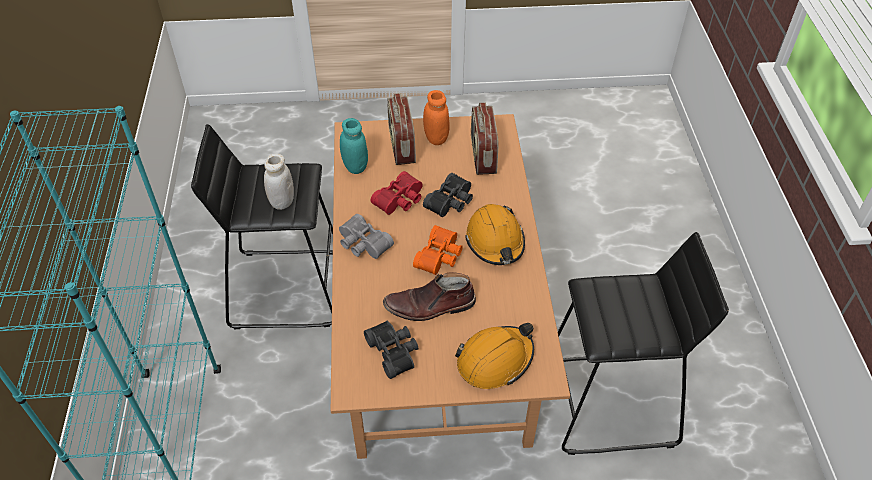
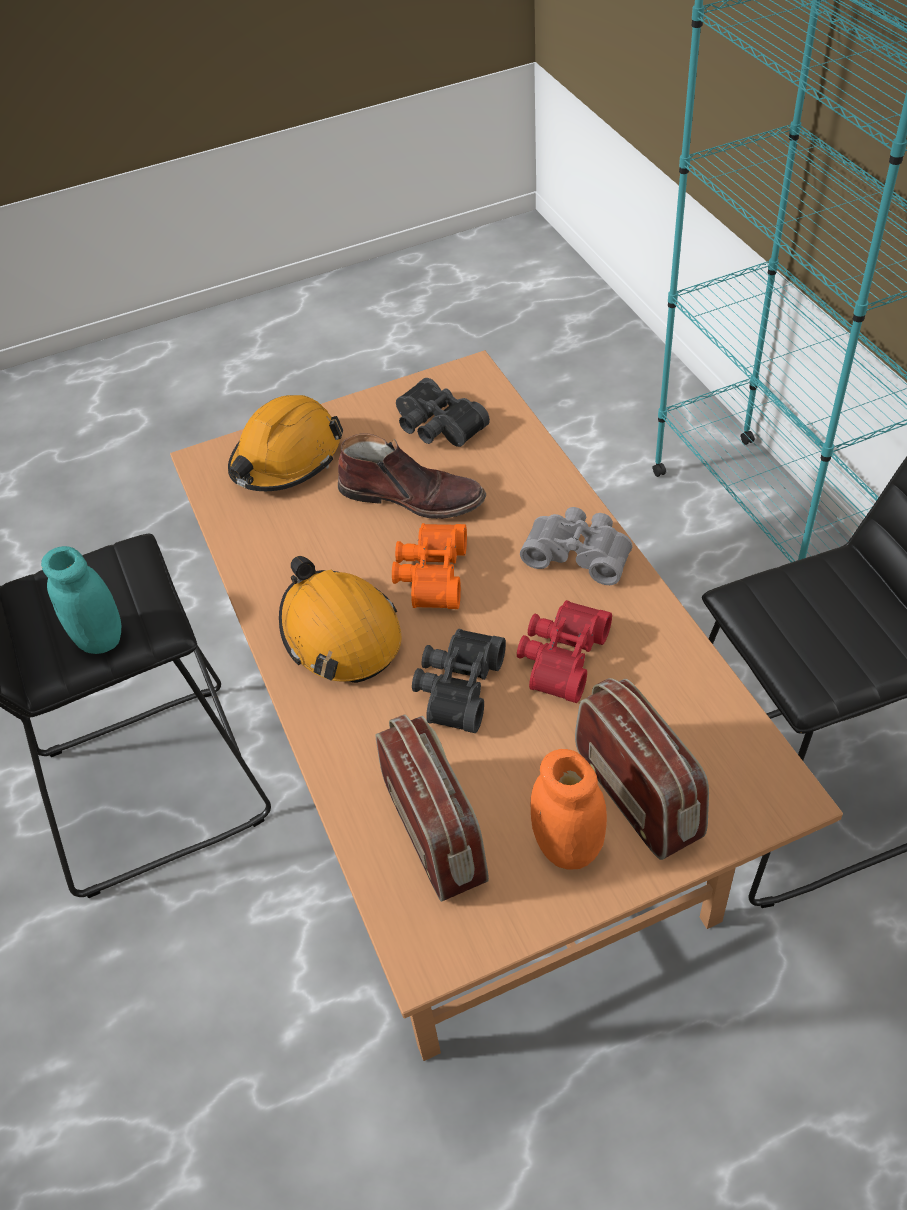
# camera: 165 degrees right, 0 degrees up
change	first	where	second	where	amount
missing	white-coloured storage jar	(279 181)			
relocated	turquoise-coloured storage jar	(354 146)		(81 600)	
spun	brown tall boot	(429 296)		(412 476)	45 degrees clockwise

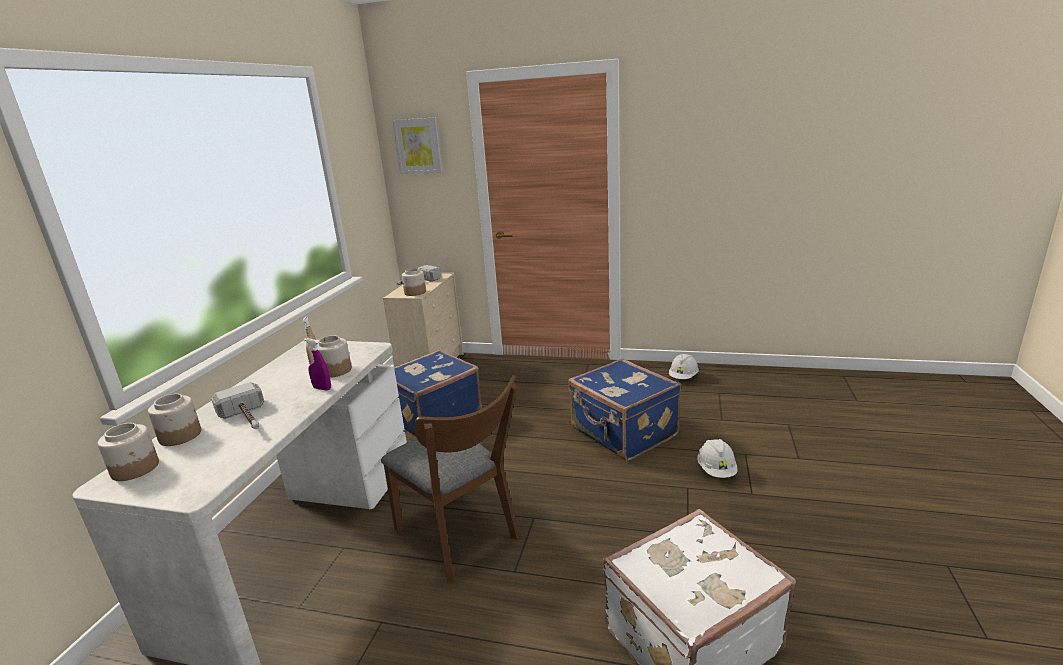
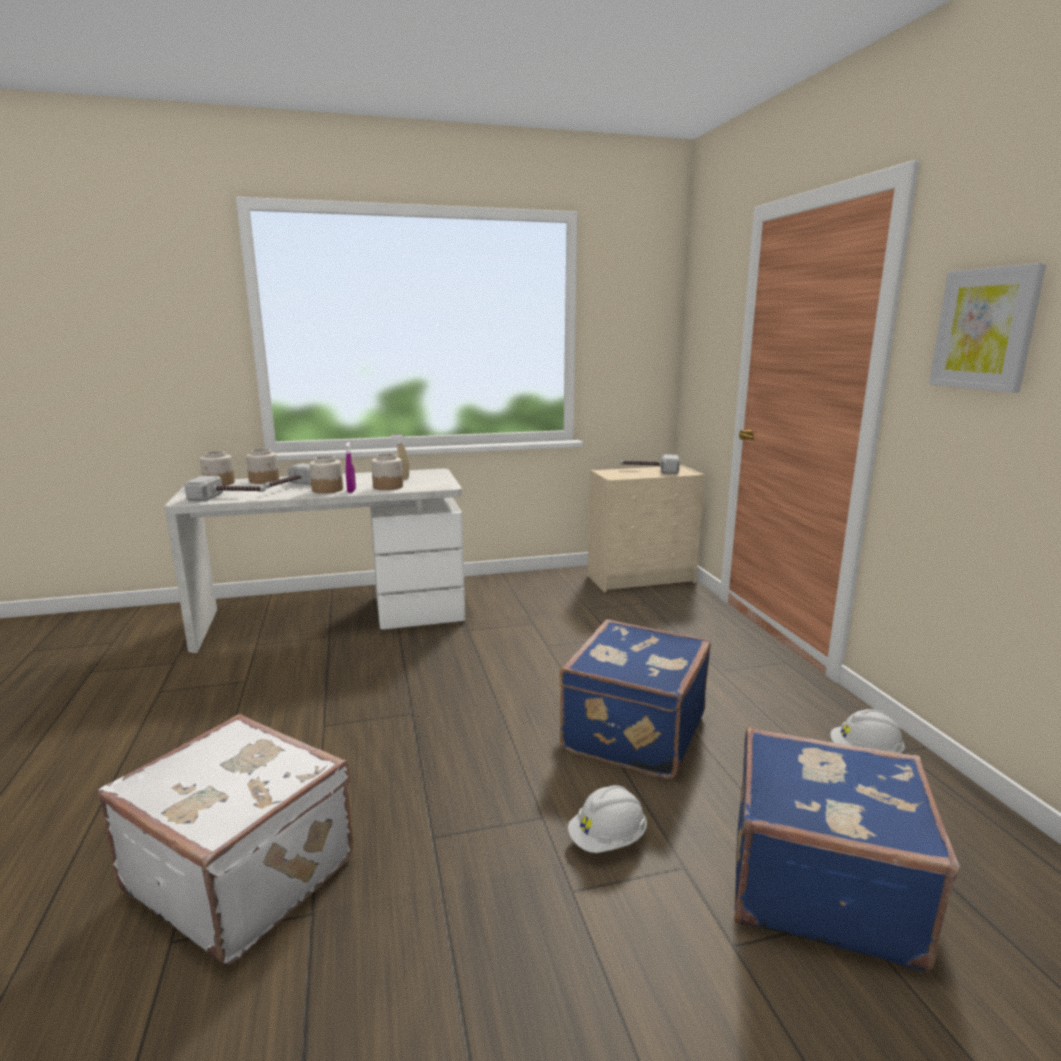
# camera: 60 degrees right, 5 degrees down
change	first	where	second	where	amount
missing	brown chair	(450 479)			
appeared			hand hammer	(225 488)	
relocated	wall art	(417 145)		(987 328)	
relocated	blue-coloured piece of luggage	(438 393)		(847 849)	
relocated	storage jar	(414 282)		(326 475)	

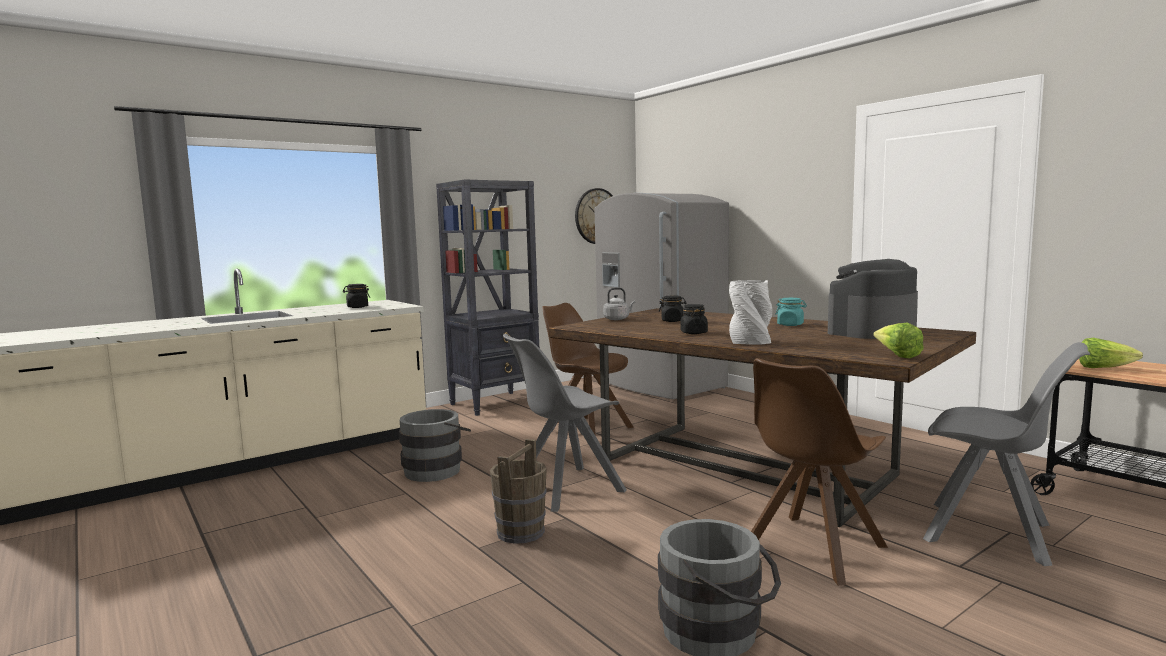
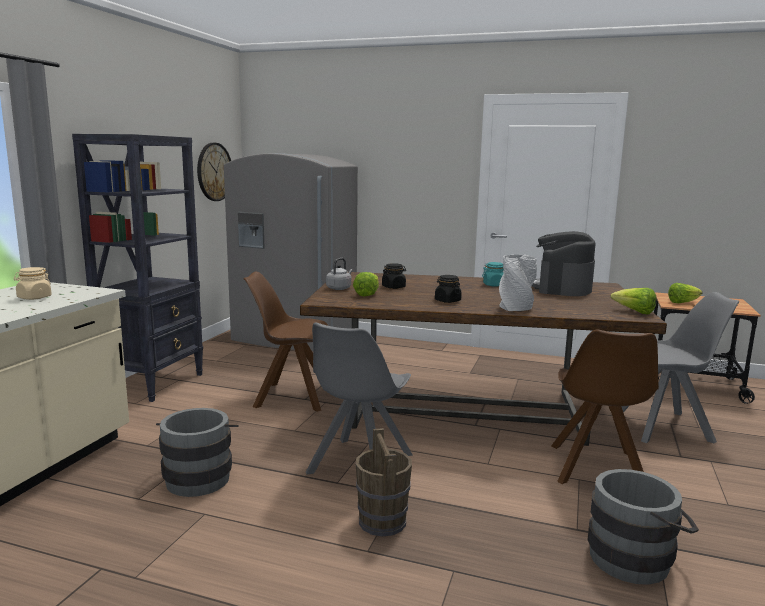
# camera: 35 degrees left, 5 degrees up
change	first	where	second	where	amount
appeared			head of lettuce	(366 284)	
colour	blackish storage jar	(356 296)	sand-coloured storage jar	(33 283)	

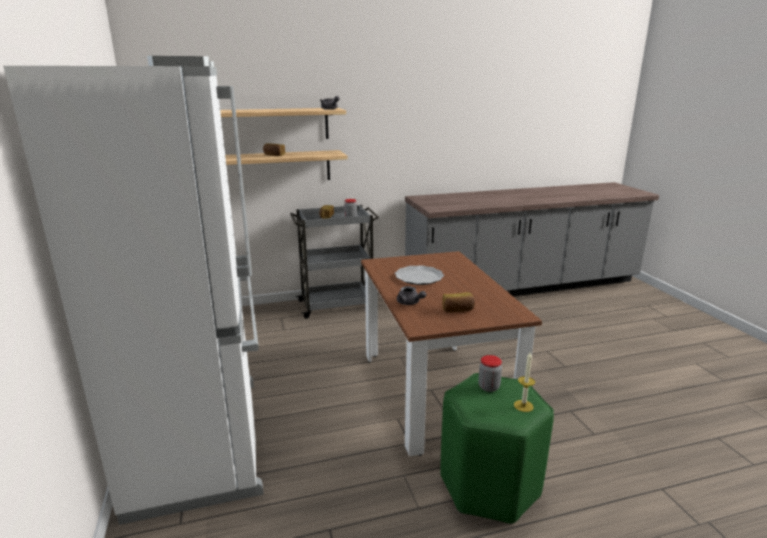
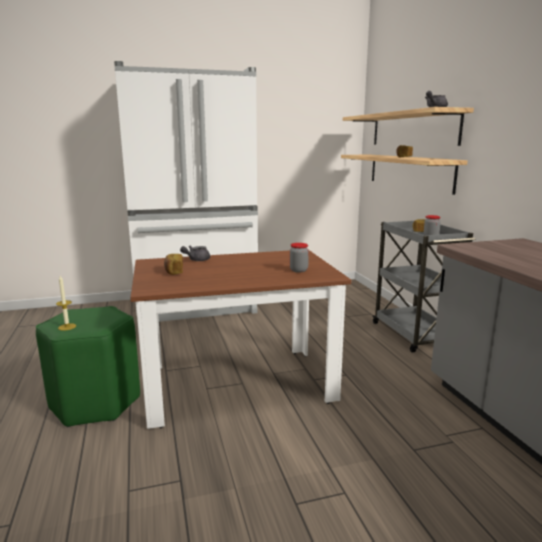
# camera: 90 degrees right, 5 degrees down
change	first	where	second	where	amount
missing	flat dish	(419 275)			
relocated	storage jar	(490 373)		(299 258)	

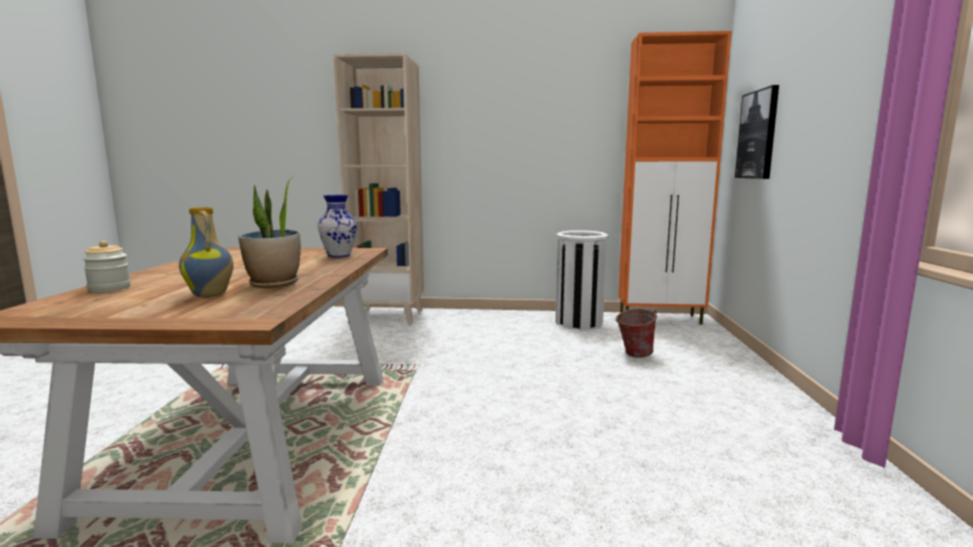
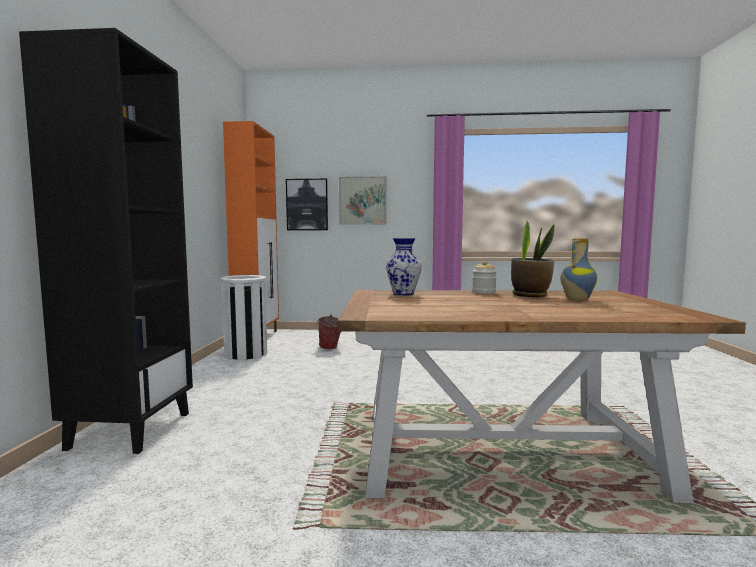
# camera: 90 degrees left, 5 degrees down
change	first	where	second	where	amount
appeared			wall art	(362 200)	
relocated	storage jar	(107 266)		(484 277)	
colour	sand-coloured bookcase	(379 188)	blackish bookcase	(106 241)	

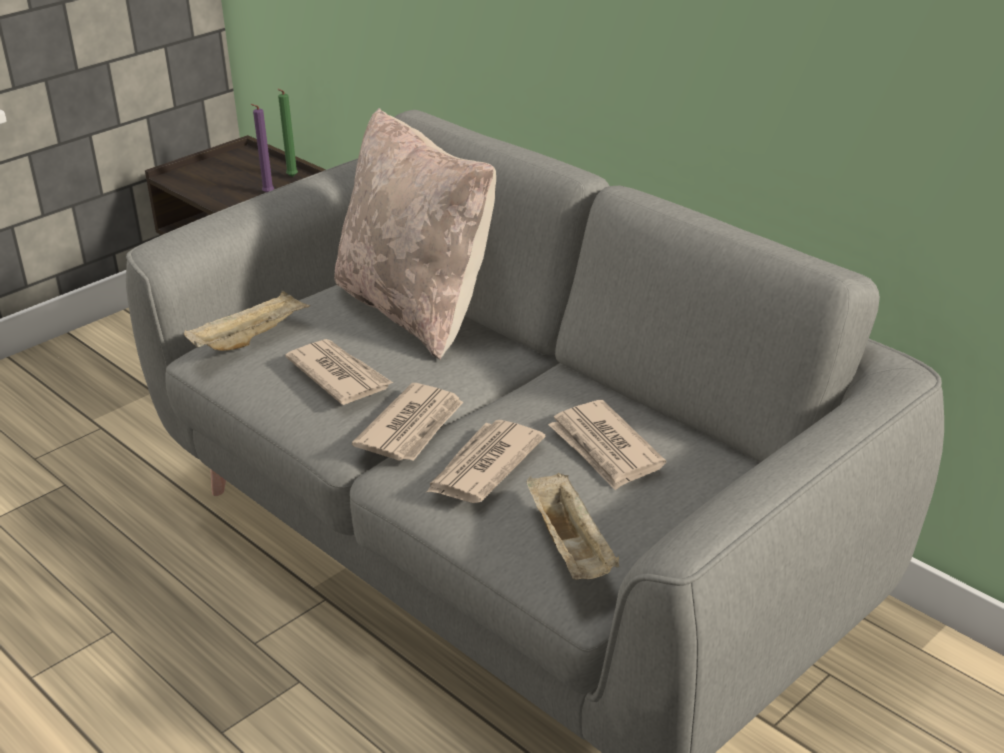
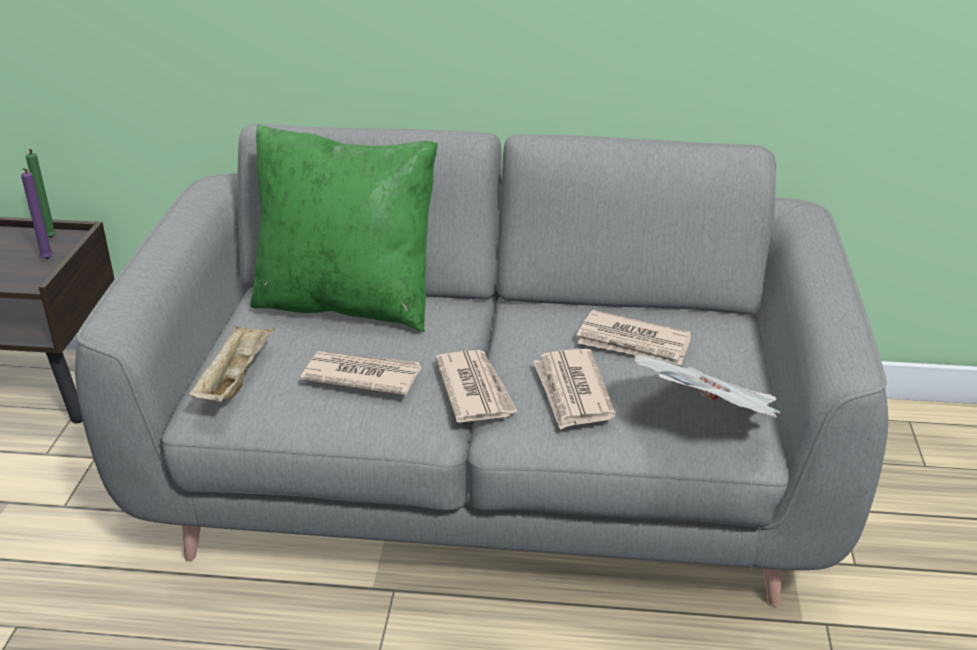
# camera: 40 degrees left, 0 degrees up
change	first	where	second	where	amount
exchanged	sand-coloured carrying tray	(572 526)	newspaper	(708 386)	
colour	sand-coloured pillow	(415 234)	green pillow	(344 228)	

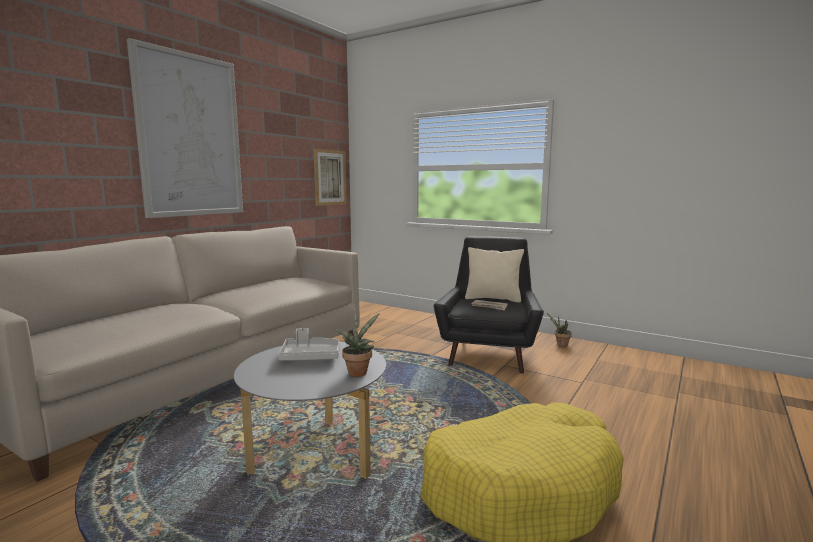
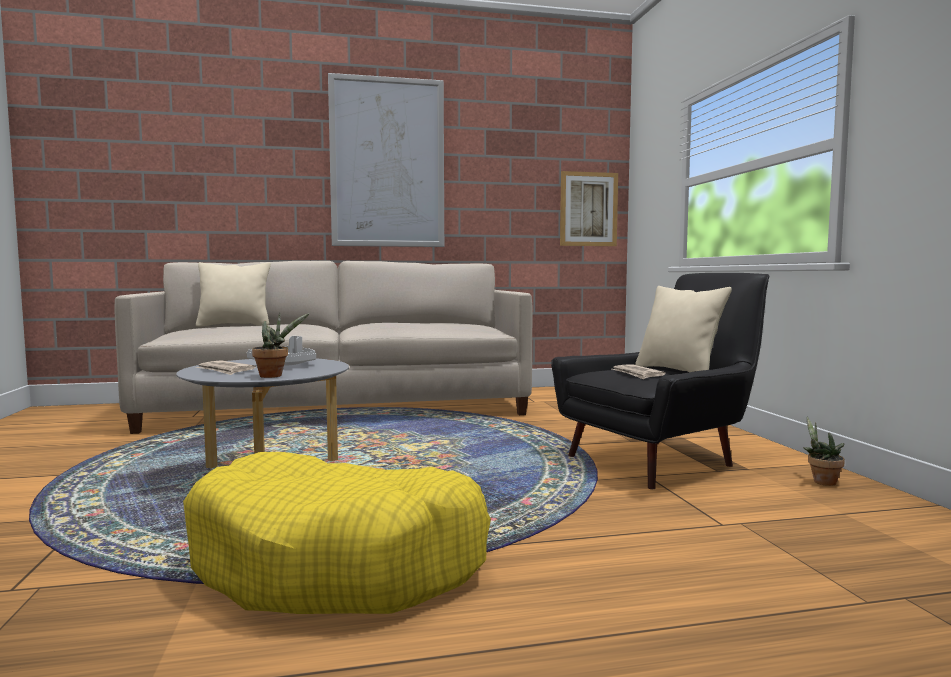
# camera: 45 degrees right, 5 degrees down
change	first	where	second	where	amount
appeared			sand-coloured pillow	(233 294)	
appeared			newspaper	(226 367)	

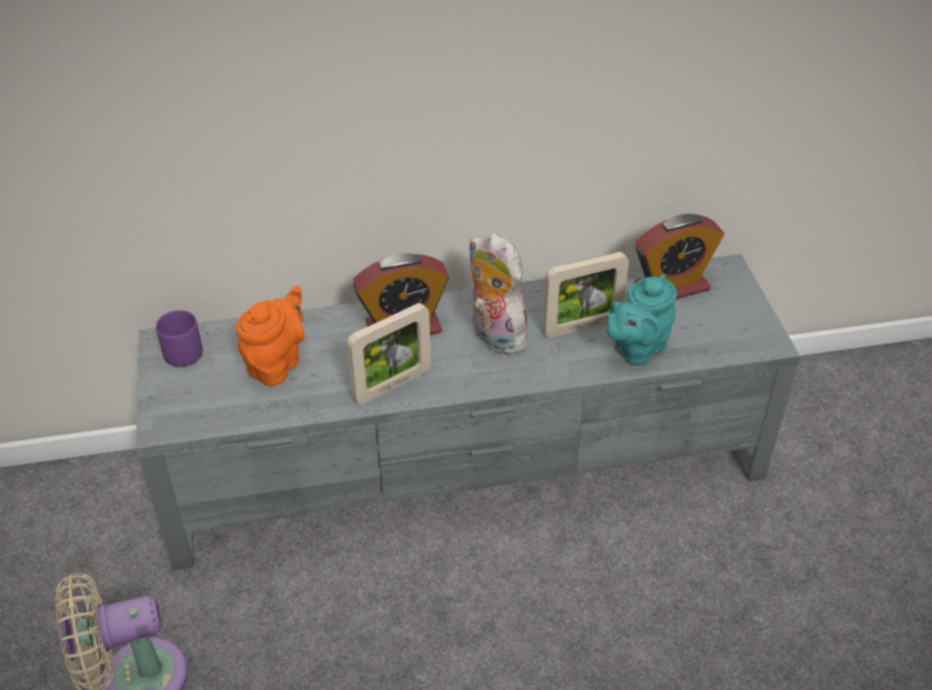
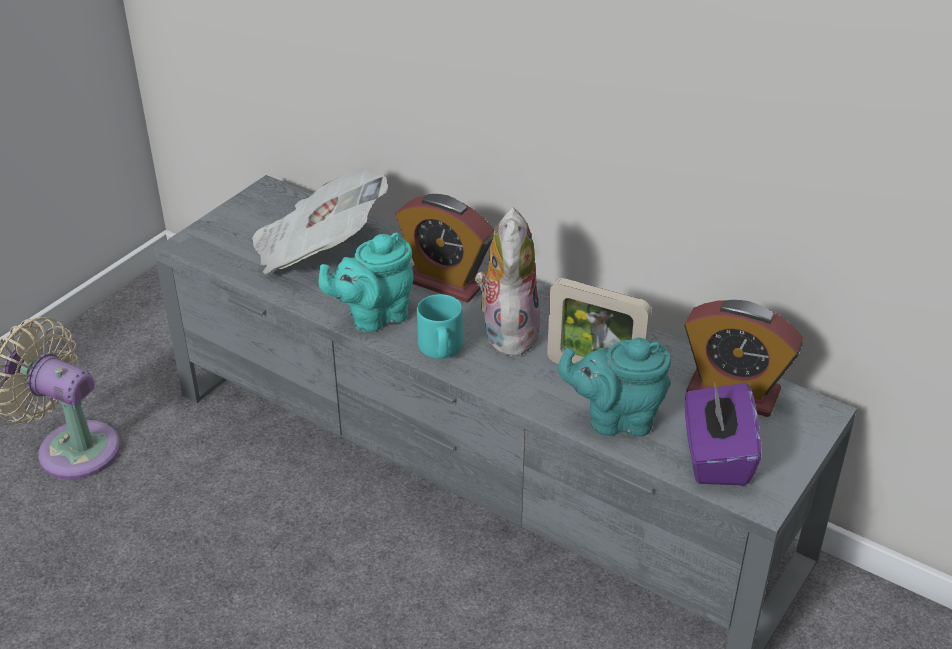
# camera: 45 degrees right, 5 degrees down
change	first	where	second	where	amount
missing	purple-coloured tea mug	(179 338)			
appeared			turquoise-coloured tea mug	(440 326)	
appeared			purple-coloured tissue holder	(723 433)	
exchanged	orangey teapot	(270 335)	newspaper	(320 220)	
exchanged	standing frame	(389 353)	turquoise-coloured teapot	(365 282)	

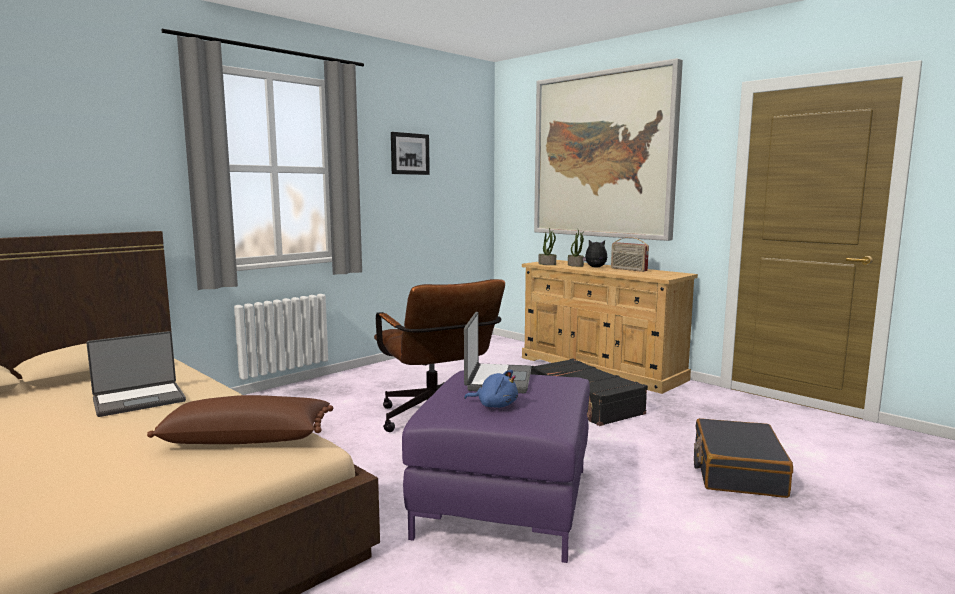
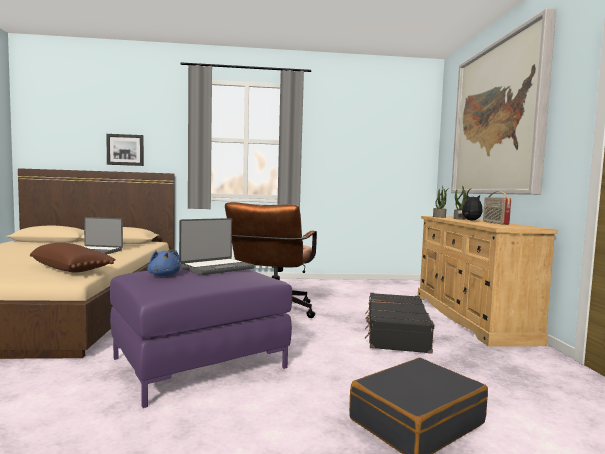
# camera: 40 degrees right, 5 degrees down
change	first	where	second	where	amount
relocated	wall art	(410 153)		(125 150)	

